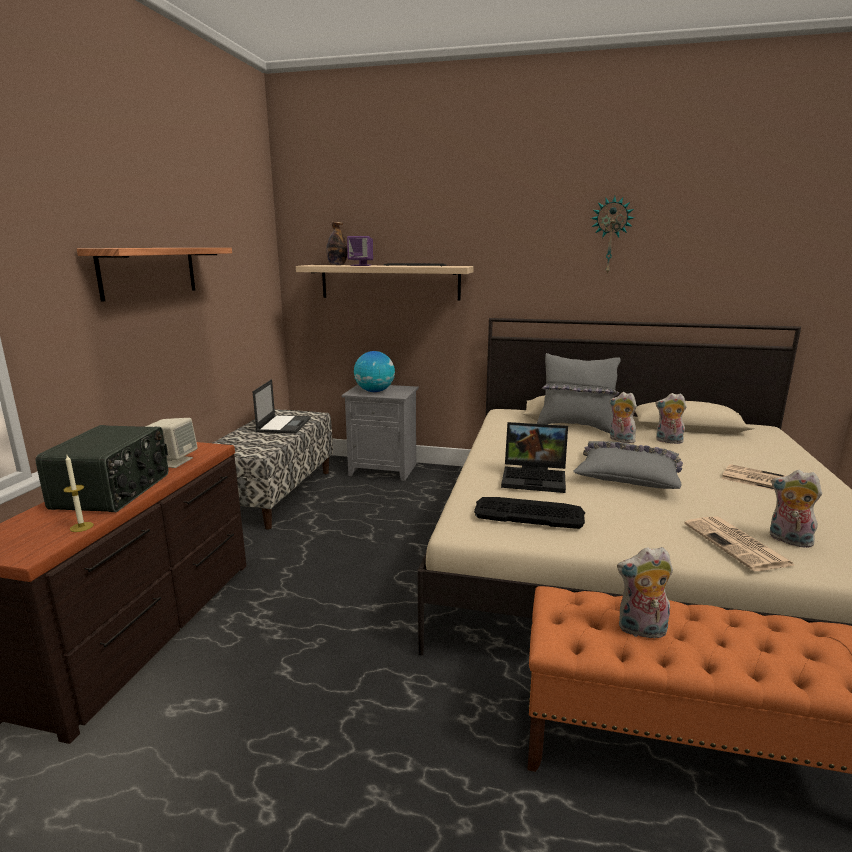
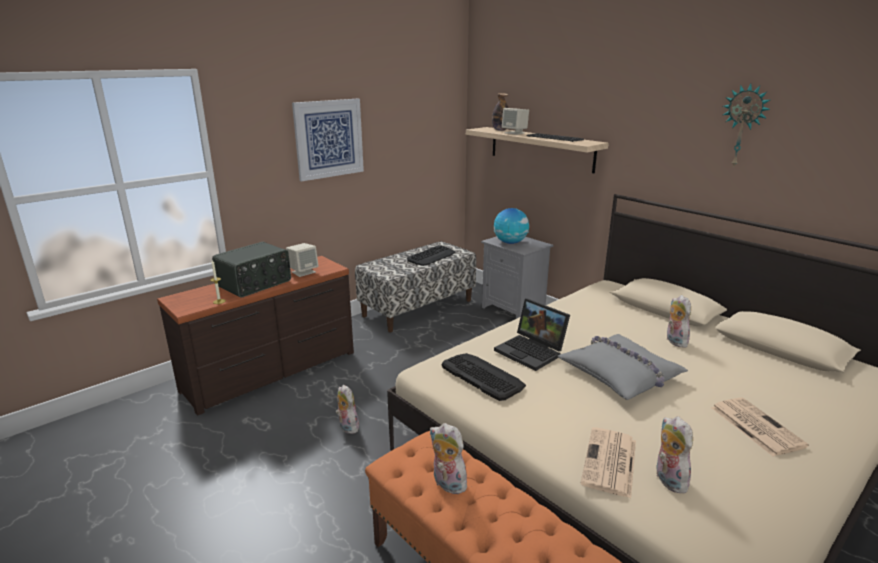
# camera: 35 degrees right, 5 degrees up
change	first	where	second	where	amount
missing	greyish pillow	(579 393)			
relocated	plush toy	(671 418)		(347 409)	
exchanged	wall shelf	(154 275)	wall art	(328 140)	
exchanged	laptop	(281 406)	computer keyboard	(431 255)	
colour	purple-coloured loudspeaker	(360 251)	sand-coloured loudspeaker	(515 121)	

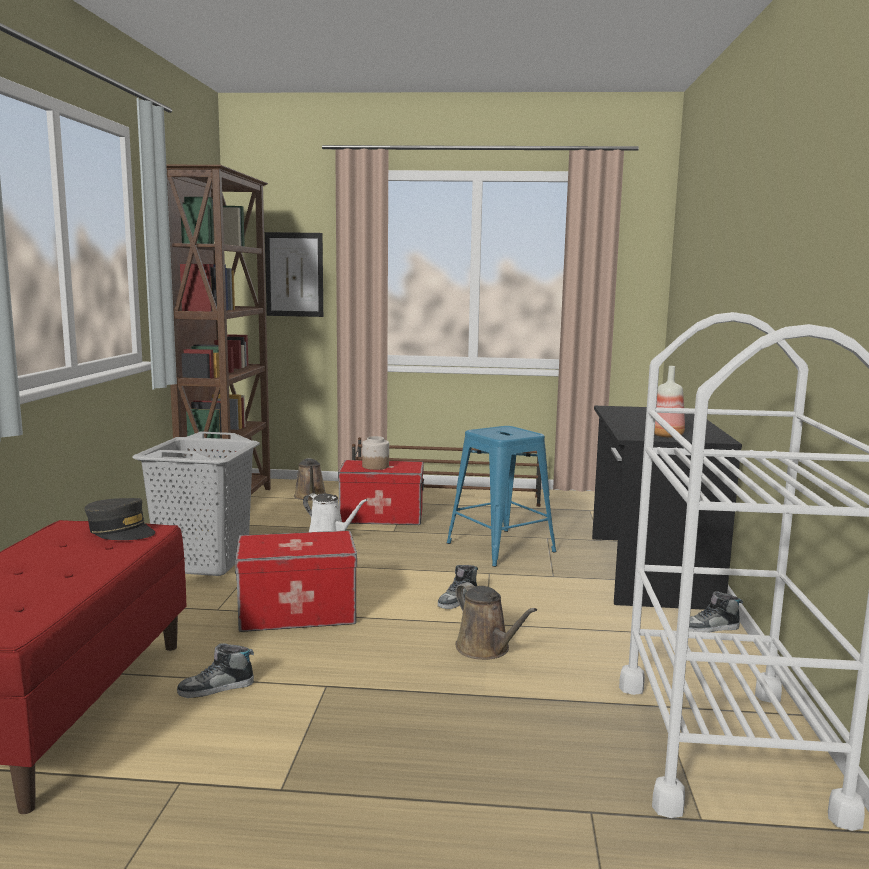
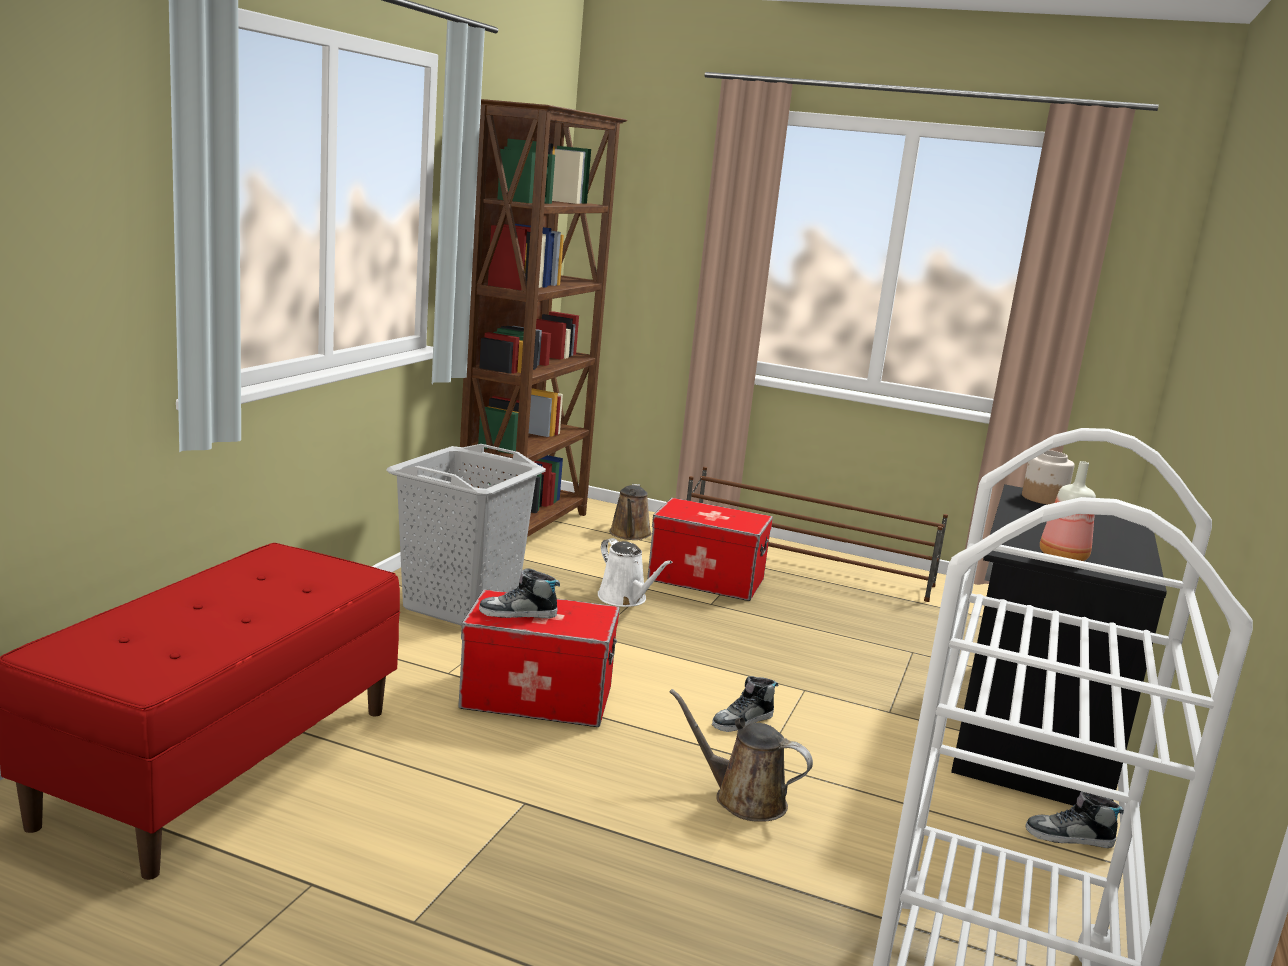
# camera: 15 degrees right, 5 degrees up
change	first	where	second	where	amount
missing	greyish peaked cap	(119 519)			
missing	wall art	(294 274)			
missing	blue-coloured stool	(501 496)			
relocated	shoe	(215 670)		(519 593)	
relocated	storage jar	(375 453)		(1048 477)	
spun	brown sprinkling can	(496 621)		(741 755)	135 degrees clockwise

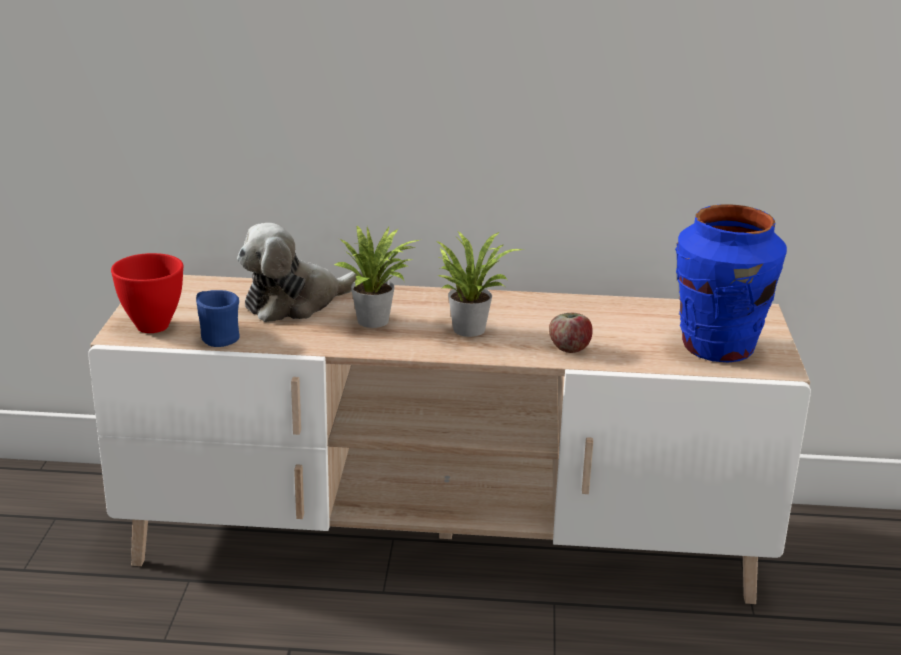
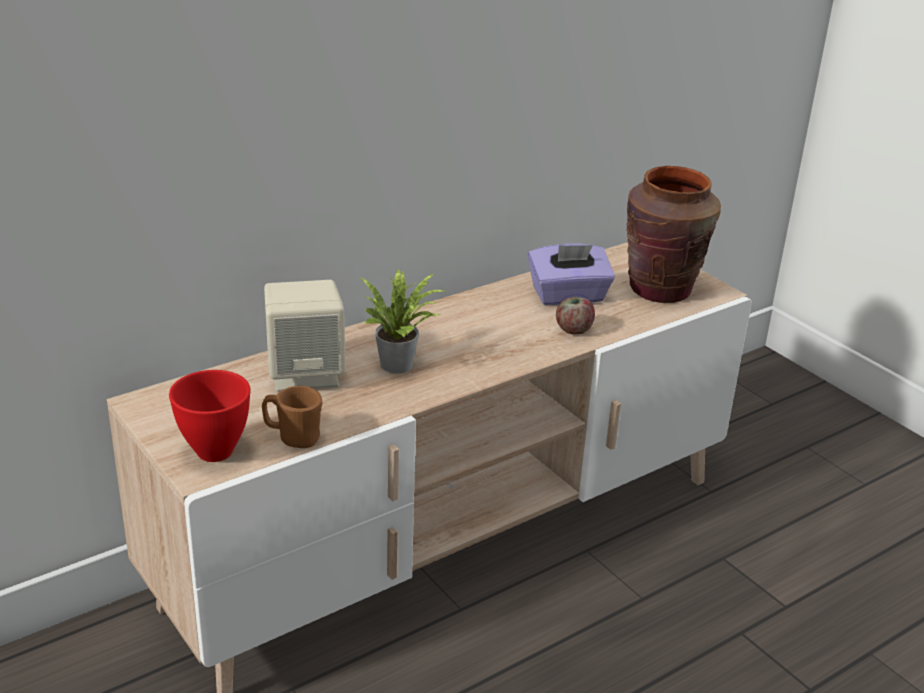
# camera: 40 degrees left, 5 degrees up
change	first	where	second	where	amount
missing	plant in a pot	(479 284)			
appeared			purple-coloured tissue holder	(571 274)	
exchanged	plush toy	(300 272)	sand-coloured loudspeaker	(305 335)	
colour	blue-coloured tea mug	(218 318)	brown tea mug	(292 417)	
colour	blue-coloured vase	(731 283)	brown vase	(674 234)	

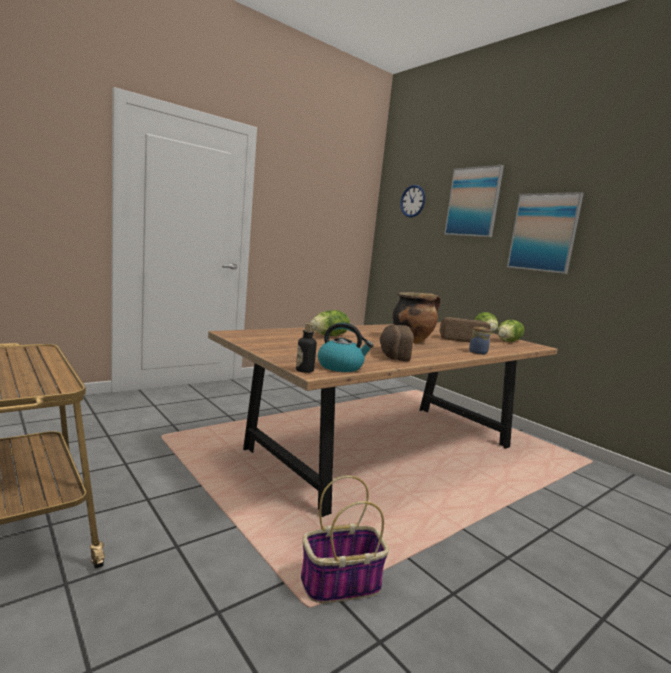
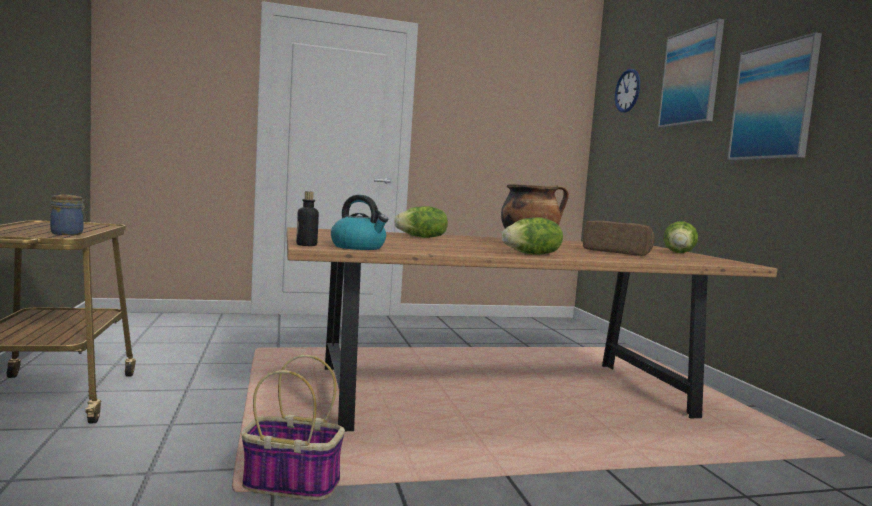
# camera: 25 degrees right, 5 degrees down
change	first	where	second	where	amount
missing	bread	(397 343)			
relocated	storage jar	(480 341)		(68 215)	
relocated	head of lettuce	(511 331)		(532 236)	

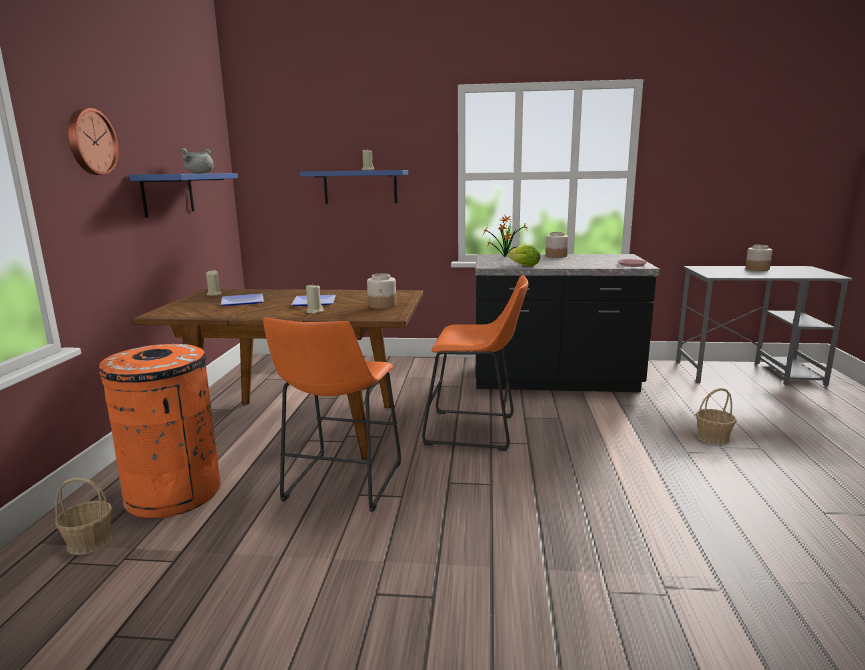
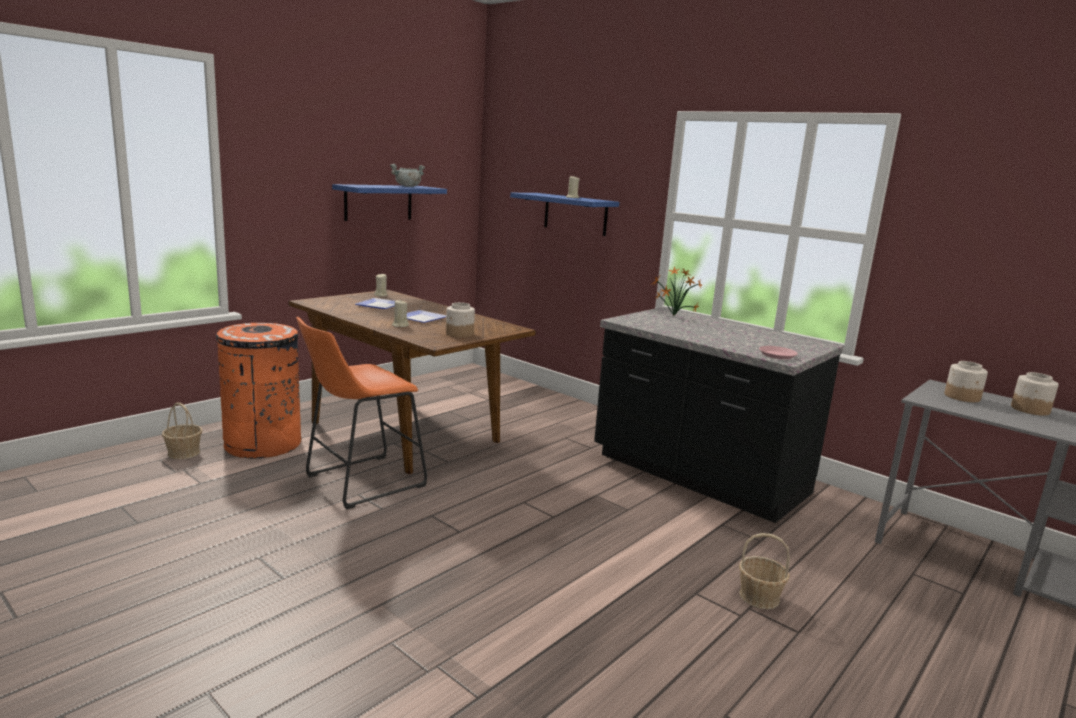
# camera: 35 degrees right, 0 degrees up
change	first	where	second	where	amount
missing	clock on the wall	(93 141)			
missing	orangey stool	(475 363)			
missing	head of lettuce	(524 255)			
relocated	storage jar	(556 245)		(966 381)	

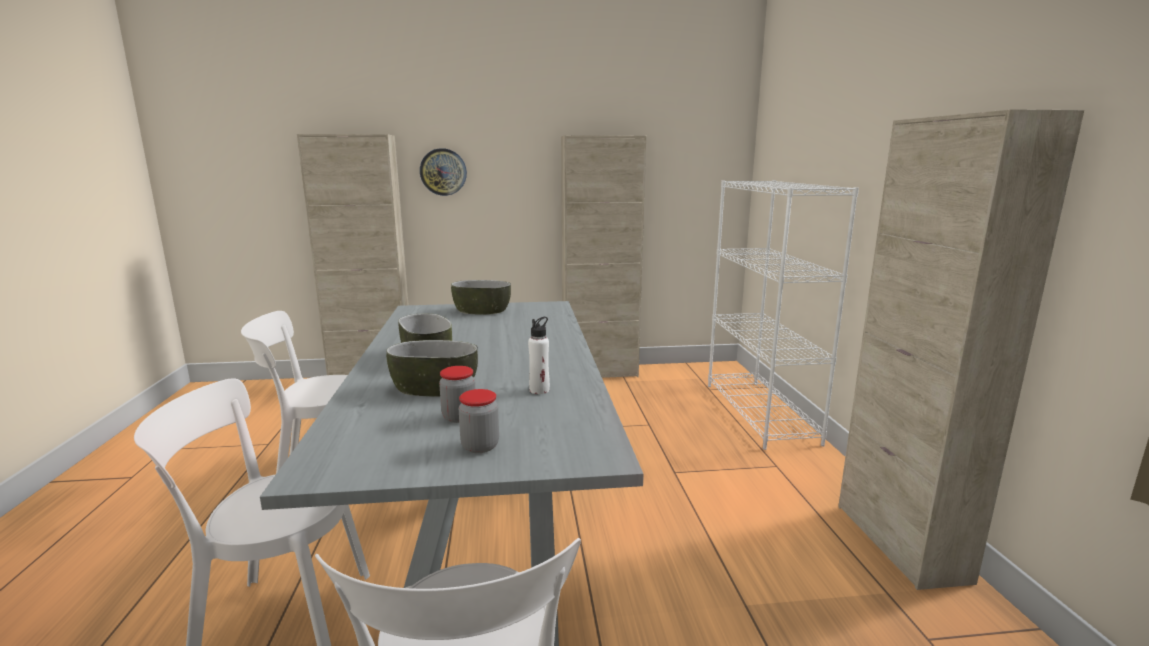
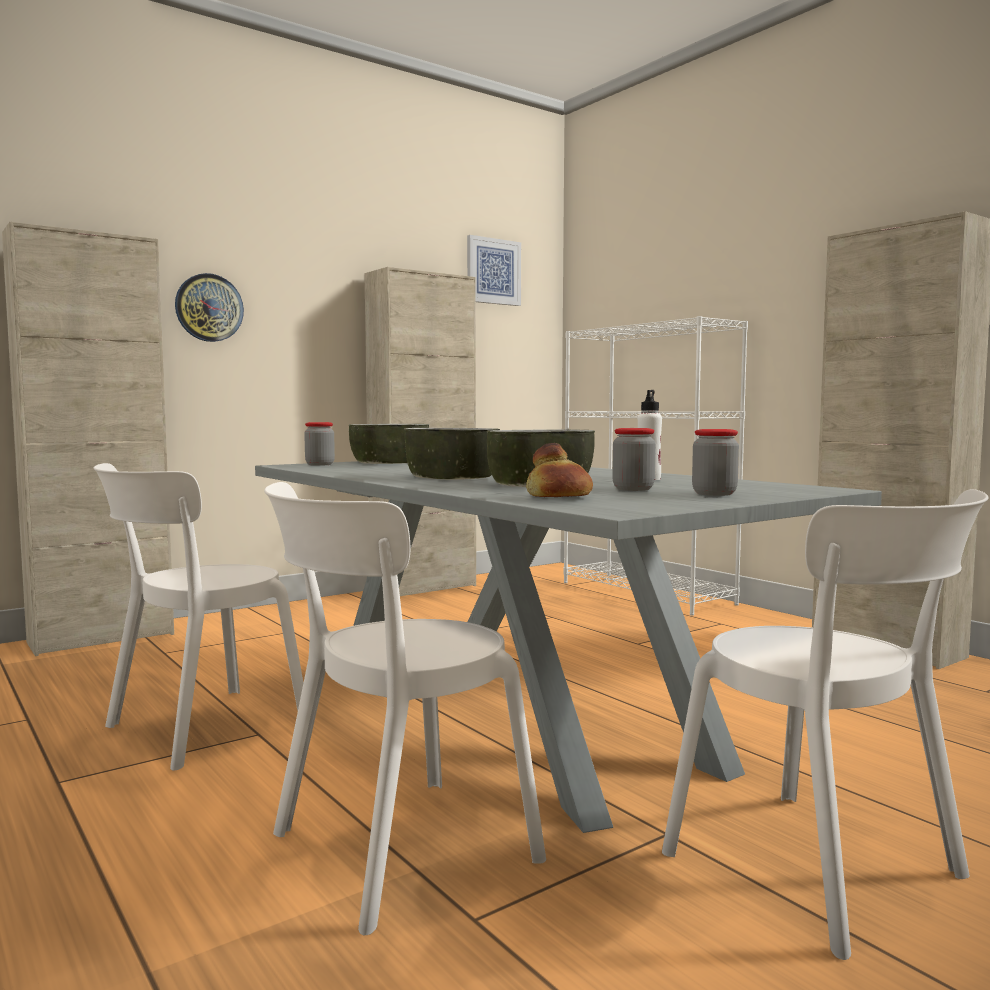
# camera: 30 degrees left, 10 degrees down
change	first	where	second	where	amount
appeared			storage jar	(319 444)	
appeared			wall art	(494 270)	
appeared			bread	(559 470)	

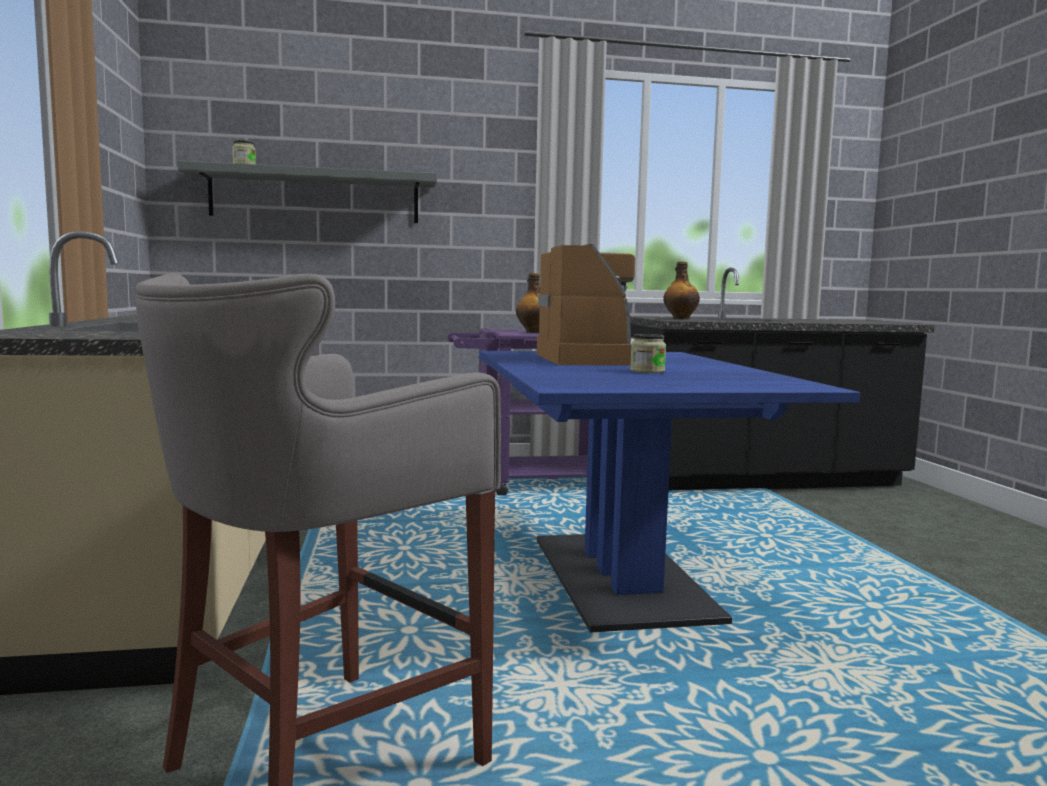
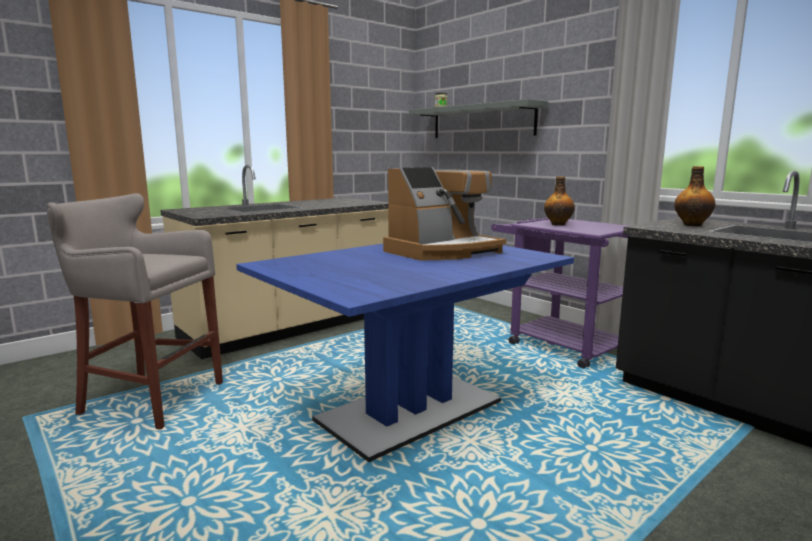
# camera: 60 degrees right, 5 degrees up
change	first	where	second	where	amount
missing	storage jar	(648 353)			

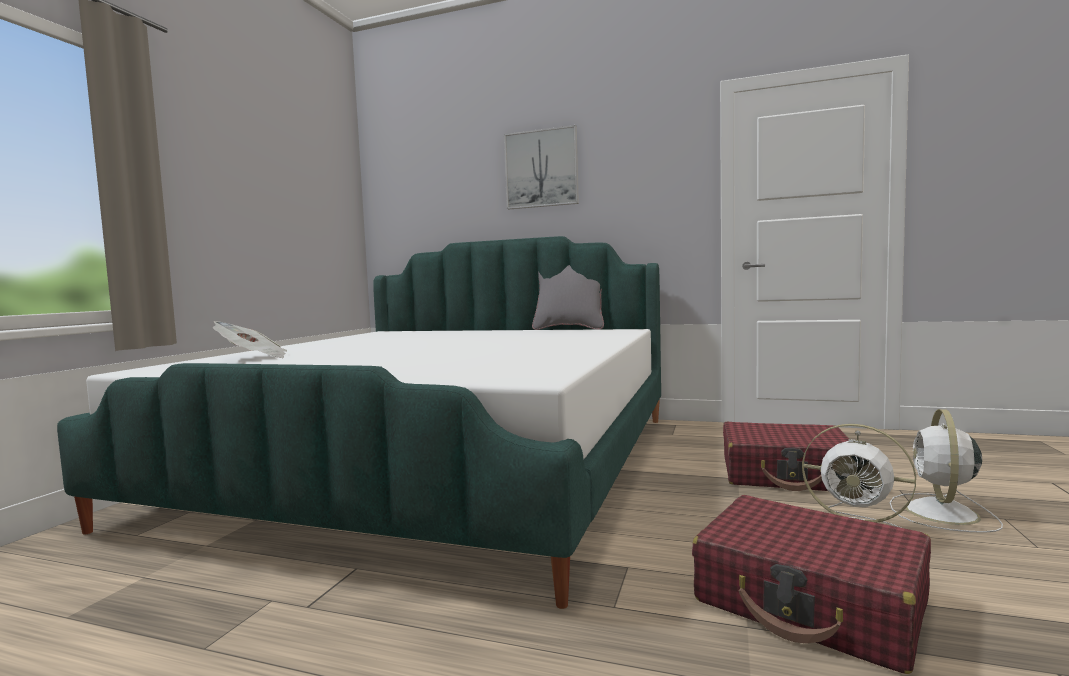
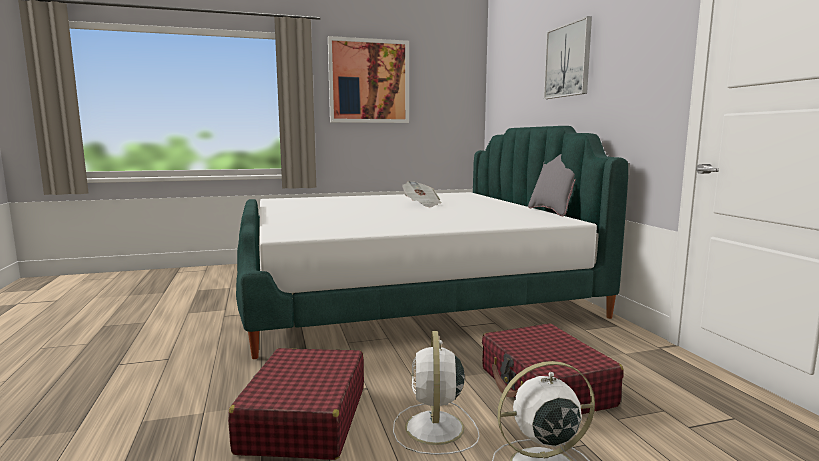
# camera: 55 degrees right, 5 degrees up
change	first	where	second	where	amount
appeared			wall art	(368 79)	
relocated	newspaper	(250 339)		(422 194)	

